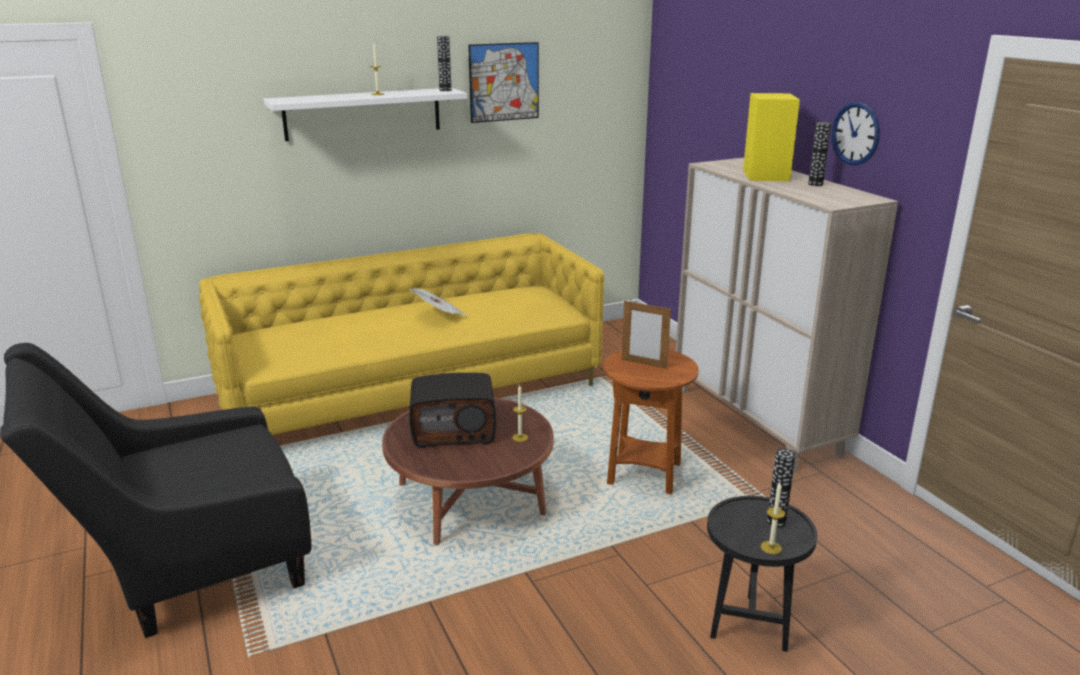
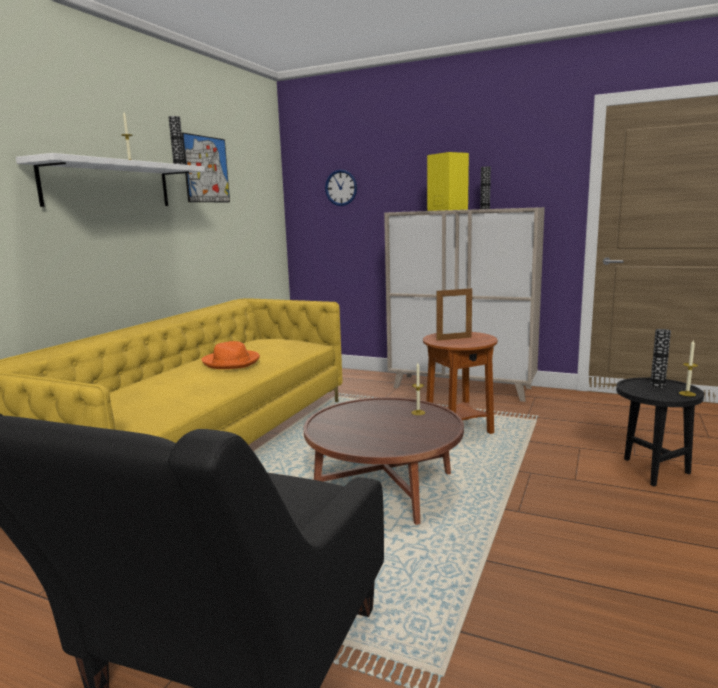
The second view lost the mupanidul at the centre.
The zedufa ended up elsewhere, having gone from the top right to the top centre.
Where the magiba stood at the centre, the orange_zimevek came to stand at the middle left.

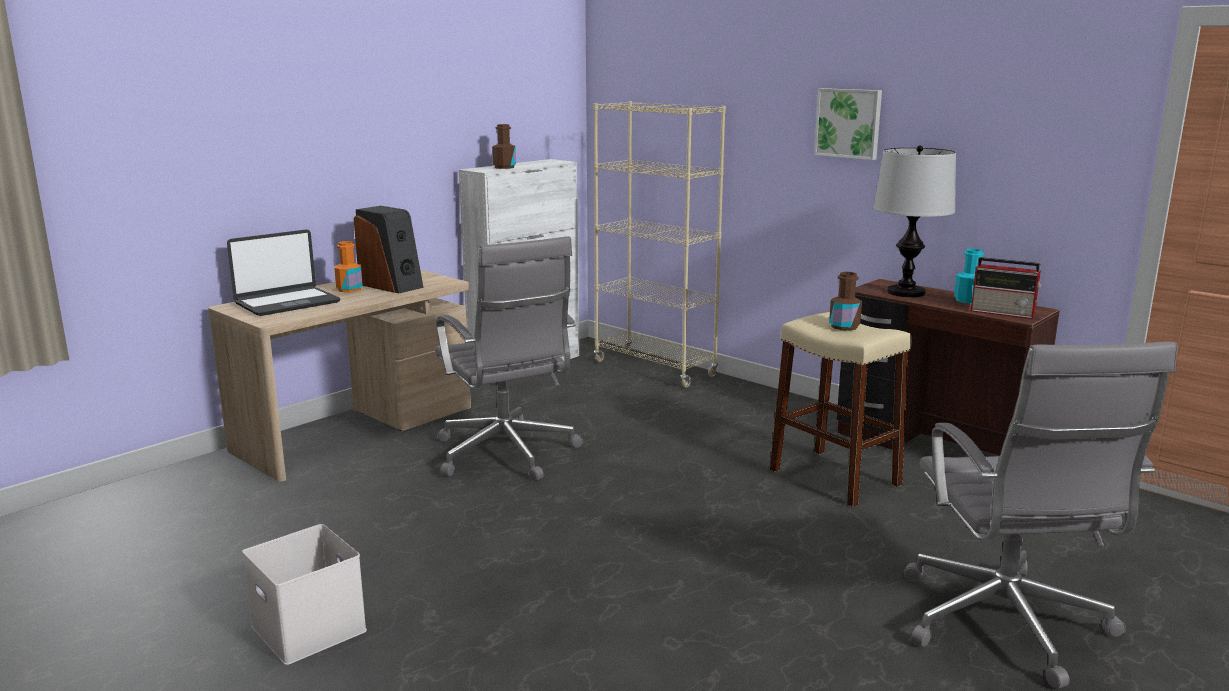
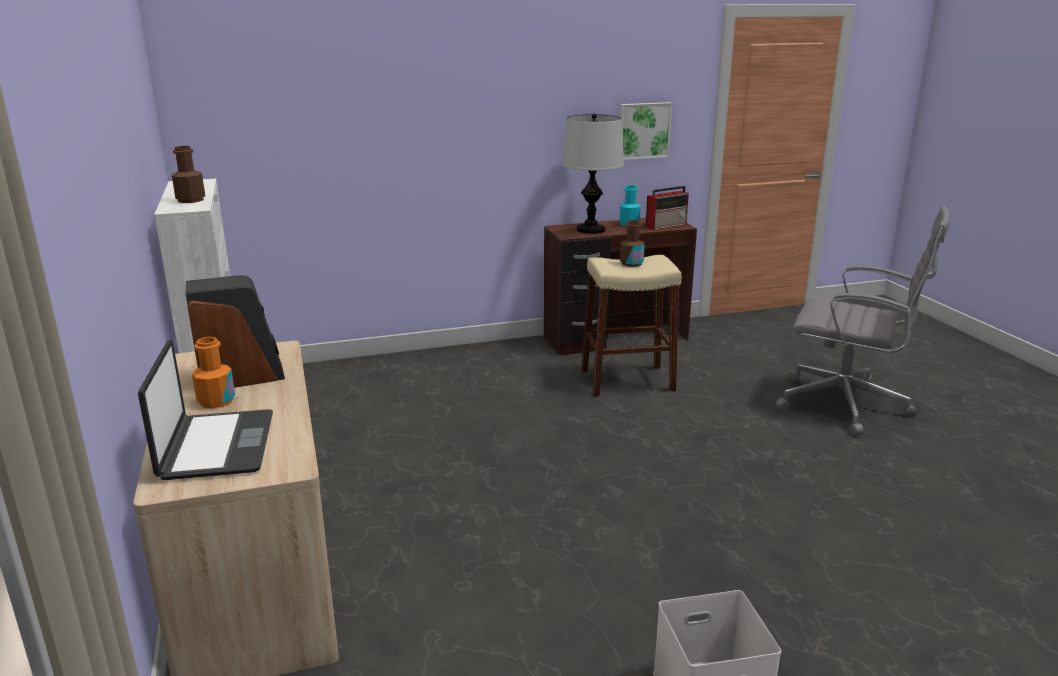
The second view lost the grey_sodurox (1st from left) at the centre.
The second view lost the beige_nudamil at the centre.
The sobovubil ended up elsewhere, having gone from the top right to the top centre.

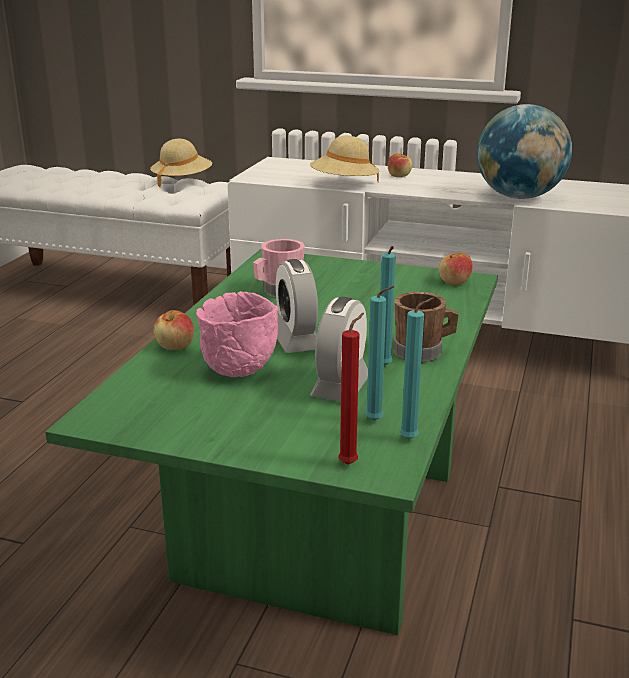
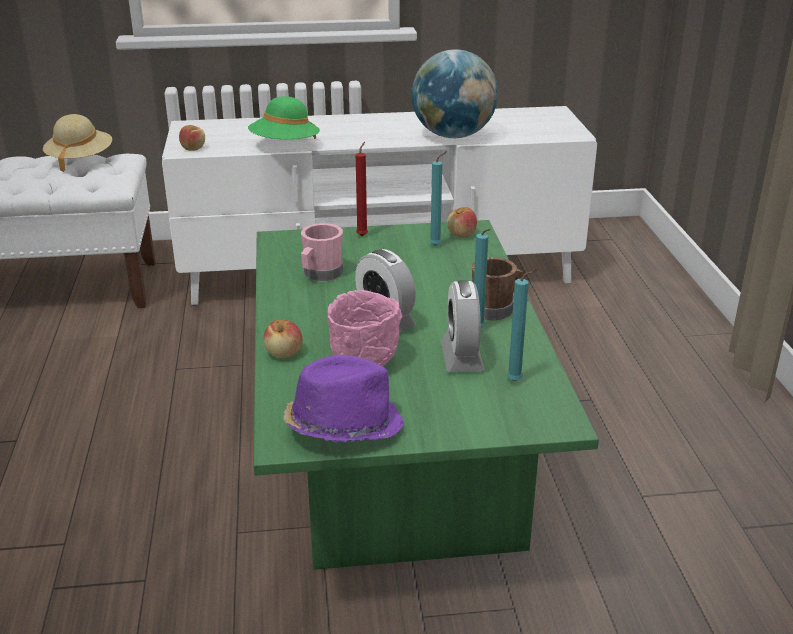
The second view gained the purple_zimevek at the centre.
The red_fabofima ended up elsewhere, having gone from the centre to the top centre.
The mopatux (2nd from left in the first image) ended up elsewhere, having gone from the top centre to the top left.
The turquoise_fabofima (3rd from left in the first image) ended up elsewhere, having gone from the centre to the top centre.
What was the beige_zimevek (2nd from left) at the top centre turned into the green_zimevek at the top centre.

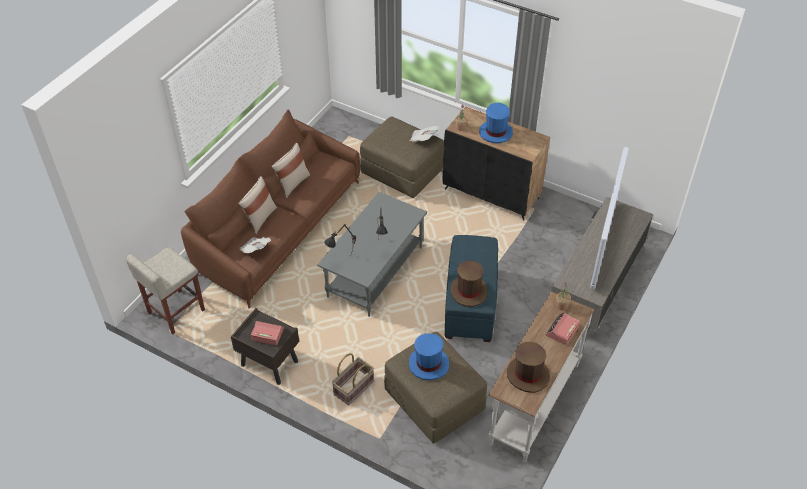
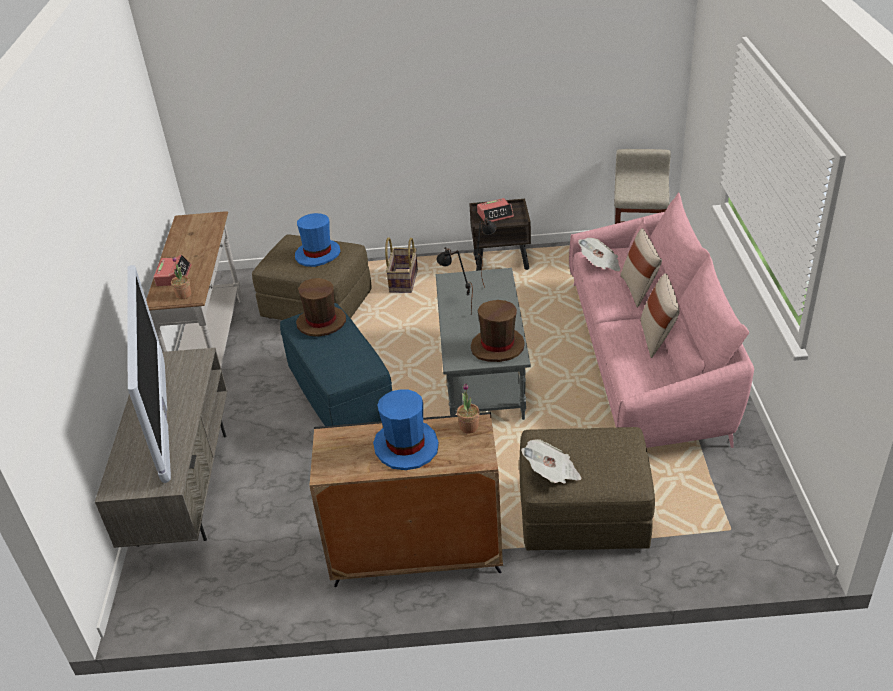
The brown_zimevek (2nd from left) ended up elsewhere, having gone from the bottom centre to the centre.
What was the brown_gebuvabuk at the centre turned into the pink_gebuvabuk at the middle right.

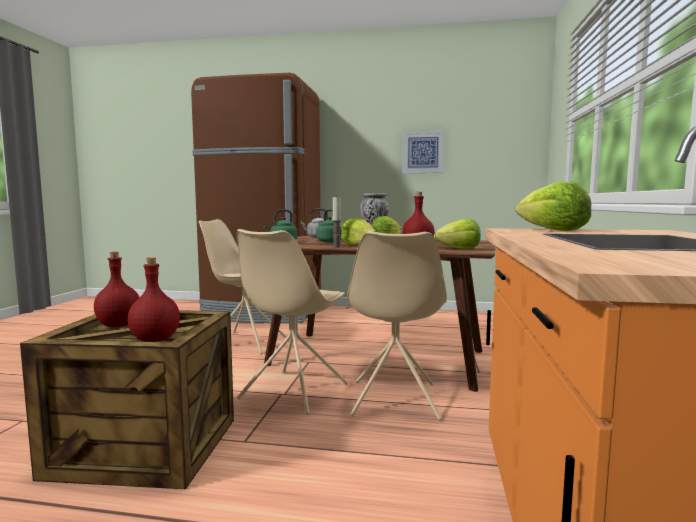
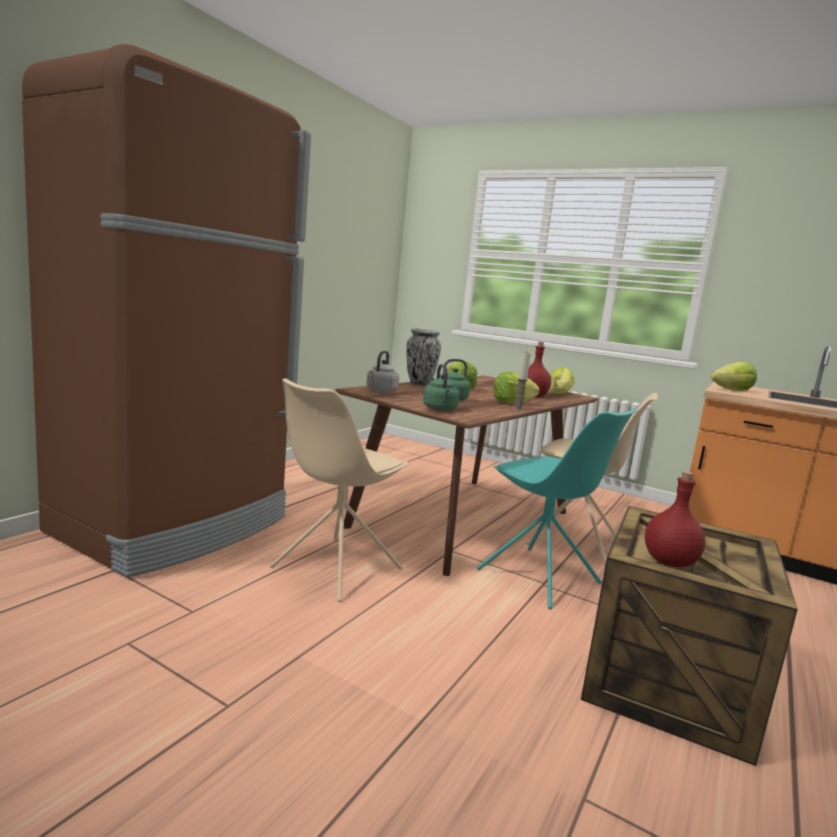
The second view lost the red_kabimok (2nd from left) at the middle left.
The second view lost the sobovubil at the top centre.
What was the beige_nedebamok (2nd from left) at the centre turned into the turquoise_nedebamok at the centre.

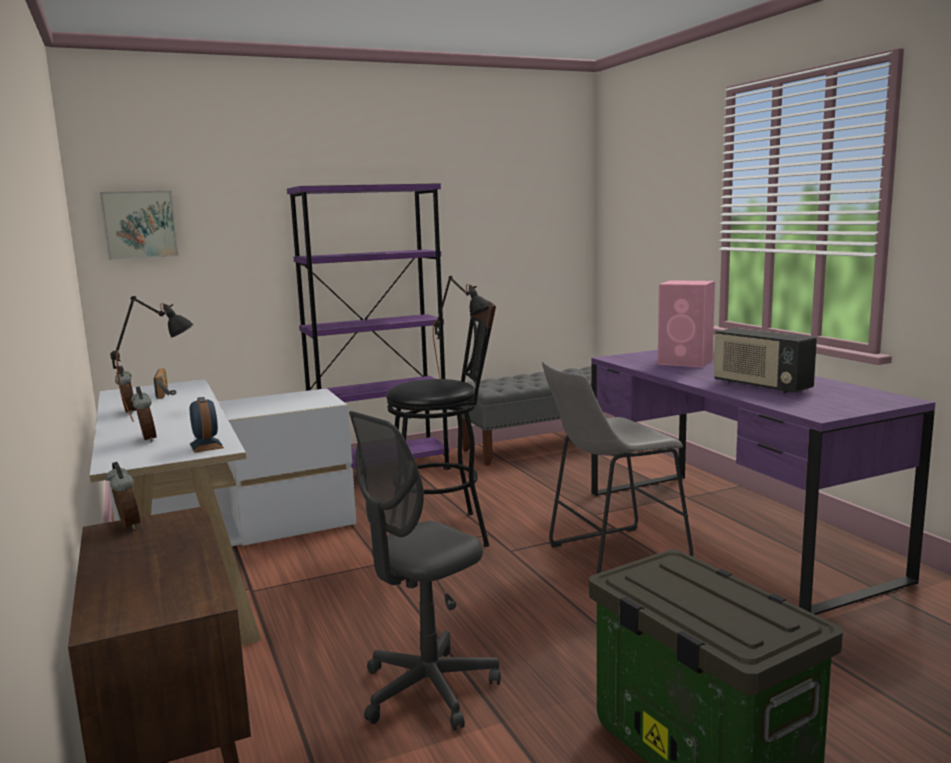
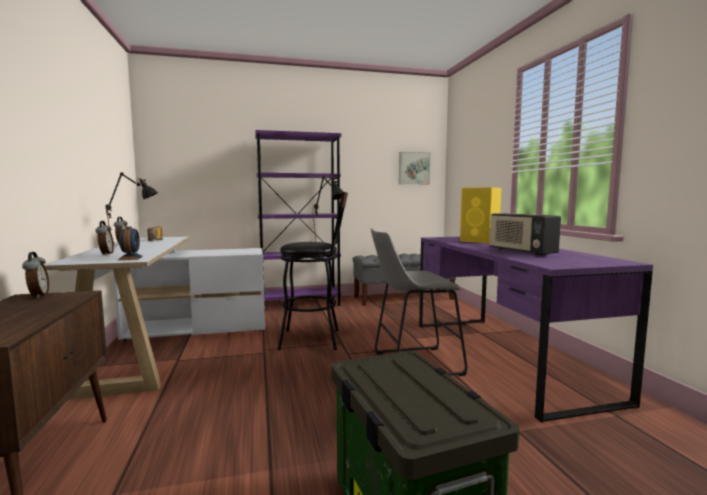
The second view lost the grey_sodurox at the bottom centre.
The sobovubil ended up elsewhere, having gone from the top left to the centre.
What was the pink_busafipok at the middle right turned into the yellow_busafipok at the middle right.

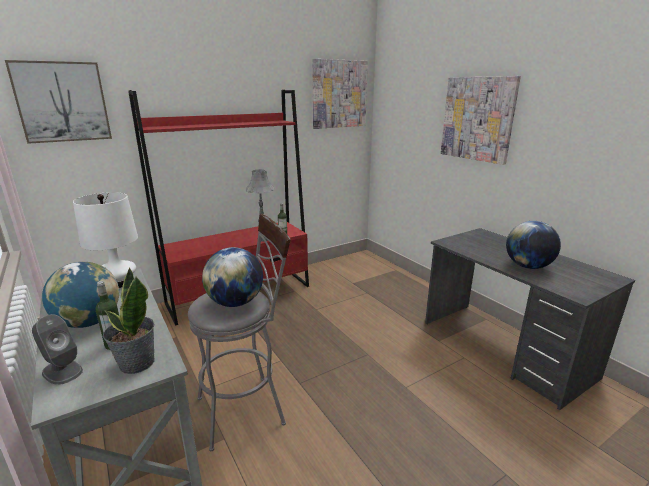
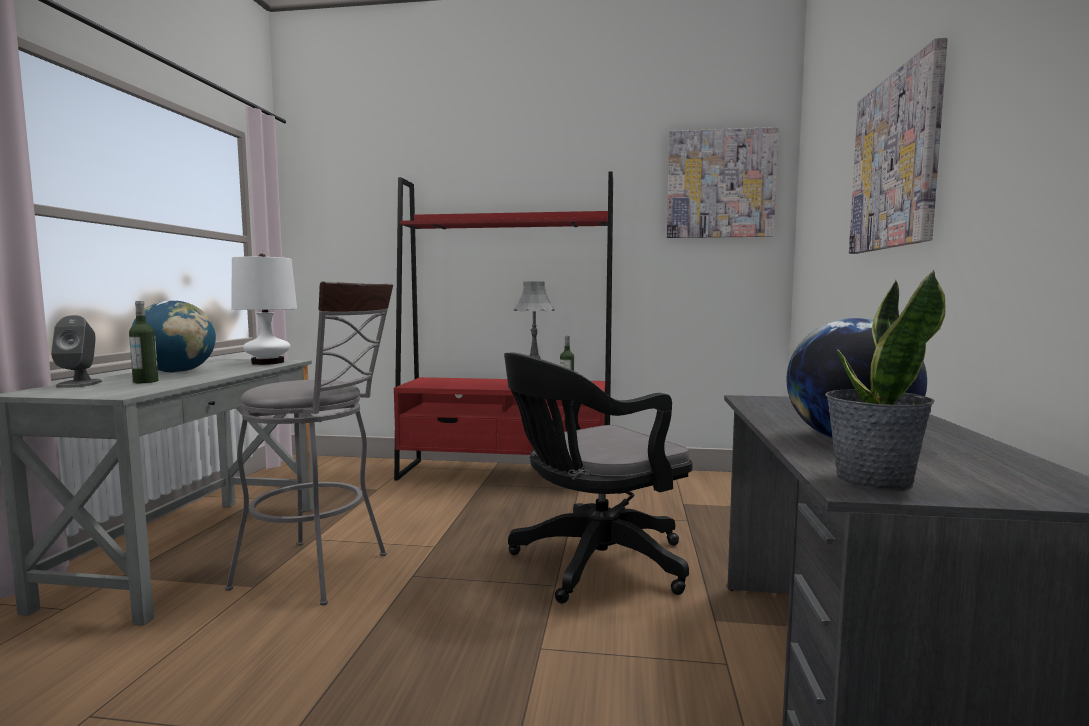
The second view lost the sobovubil (1st from left) at the top left.
The second view lost the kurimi (2nd from left) at the centre.
The second view gained the black_sodurox at the centre.
The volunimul ended up elsewhere, having gone from the middle left to the middle right.

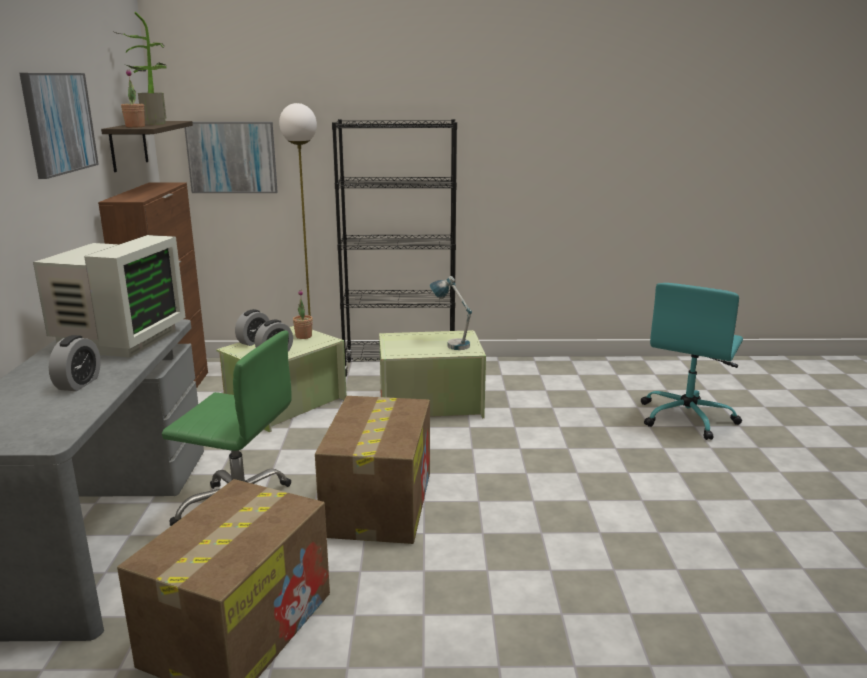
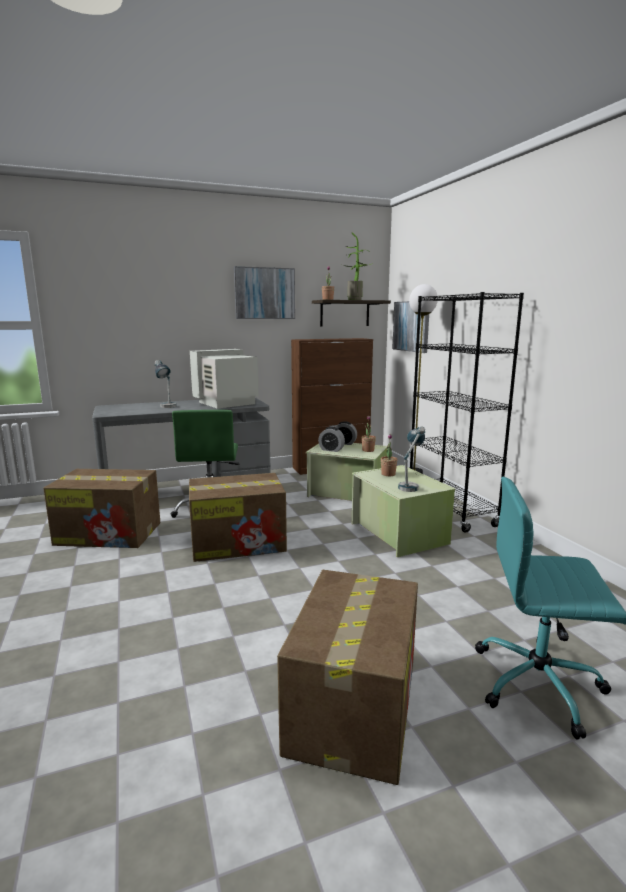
The second view gained the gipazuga (3rd from left) at the bottom centre.
The second view gained the volunimul (4th from left) at the centre.
Where the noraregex (1st from left) stood at the middle left, the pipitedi (1st from left) came to stand at the middle left.
The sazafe at the middle left ended up facing another way, 150 degrees clockwise from before.

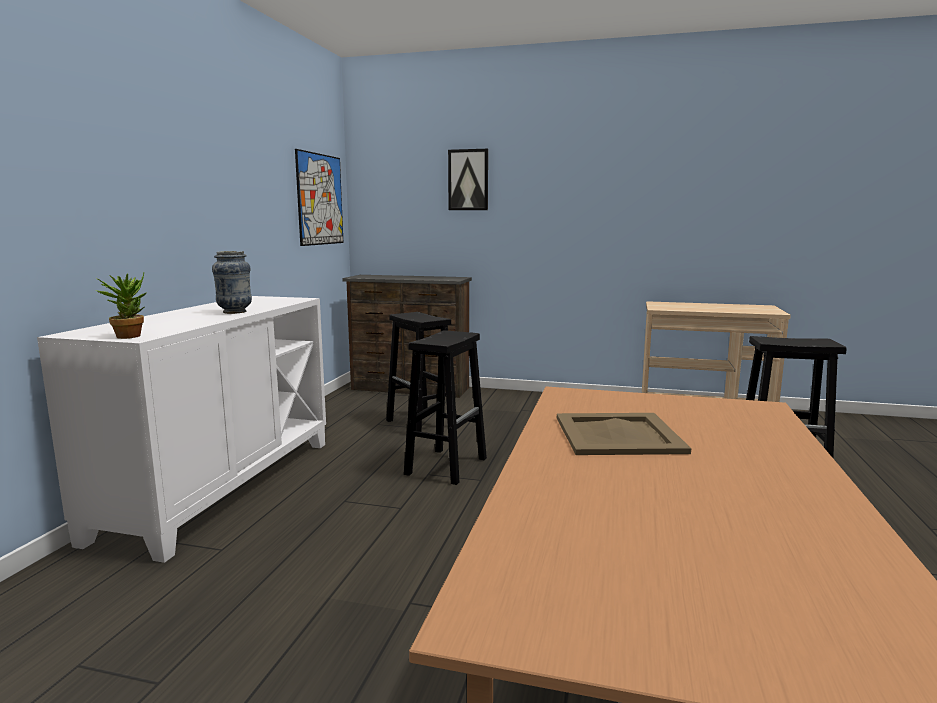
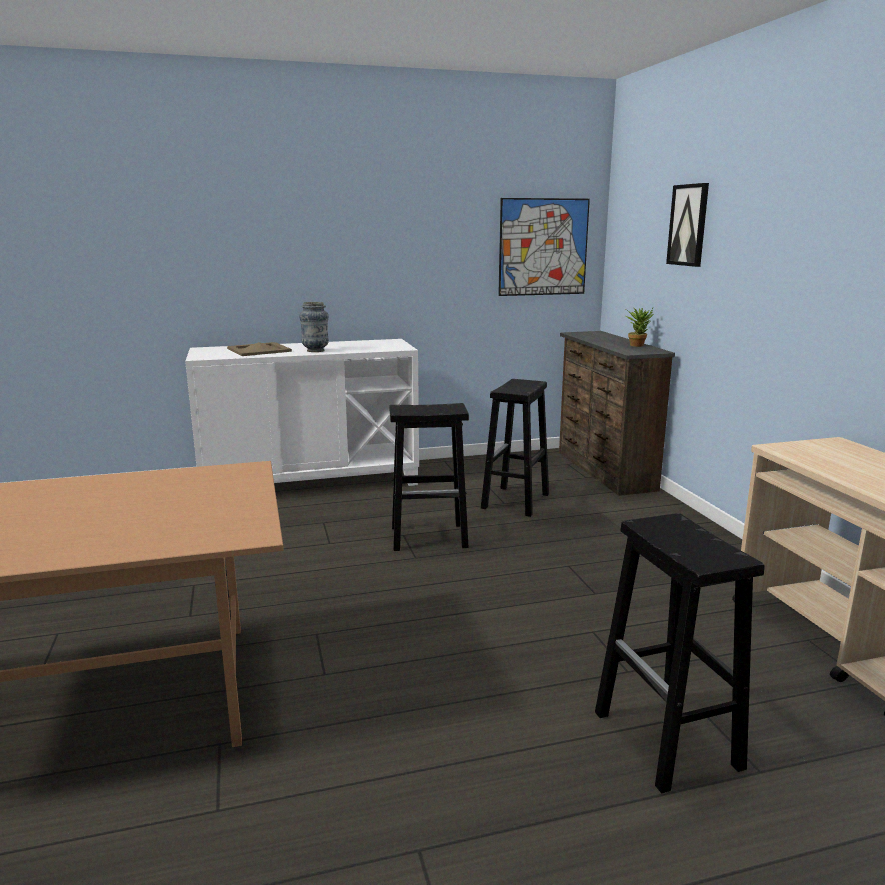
The volunimul ended up elsewhere, having gone from the middle left to the middle right.
The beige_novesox ended up elsewhere, having gone from the centre to the middle left.

